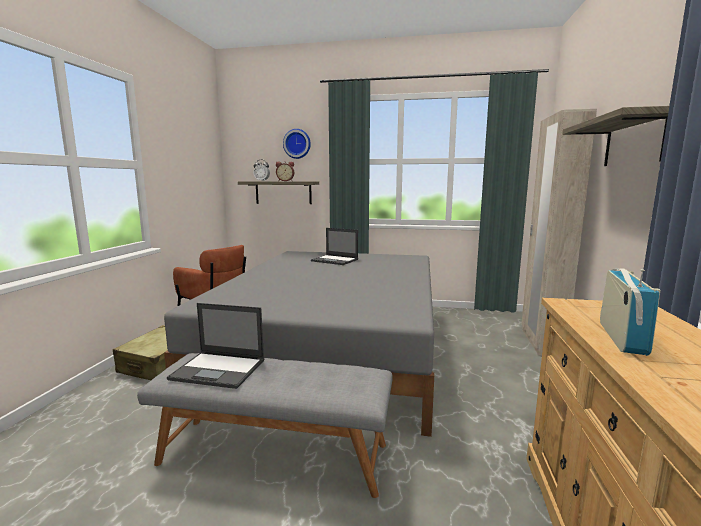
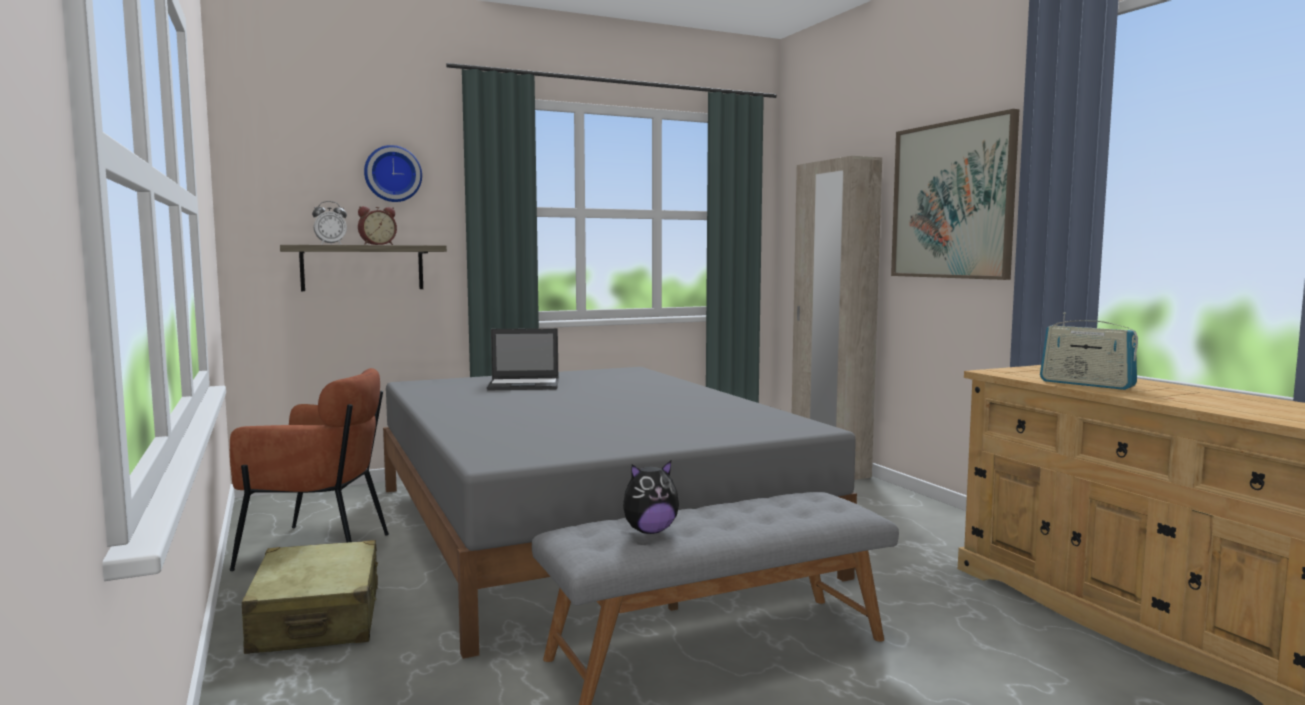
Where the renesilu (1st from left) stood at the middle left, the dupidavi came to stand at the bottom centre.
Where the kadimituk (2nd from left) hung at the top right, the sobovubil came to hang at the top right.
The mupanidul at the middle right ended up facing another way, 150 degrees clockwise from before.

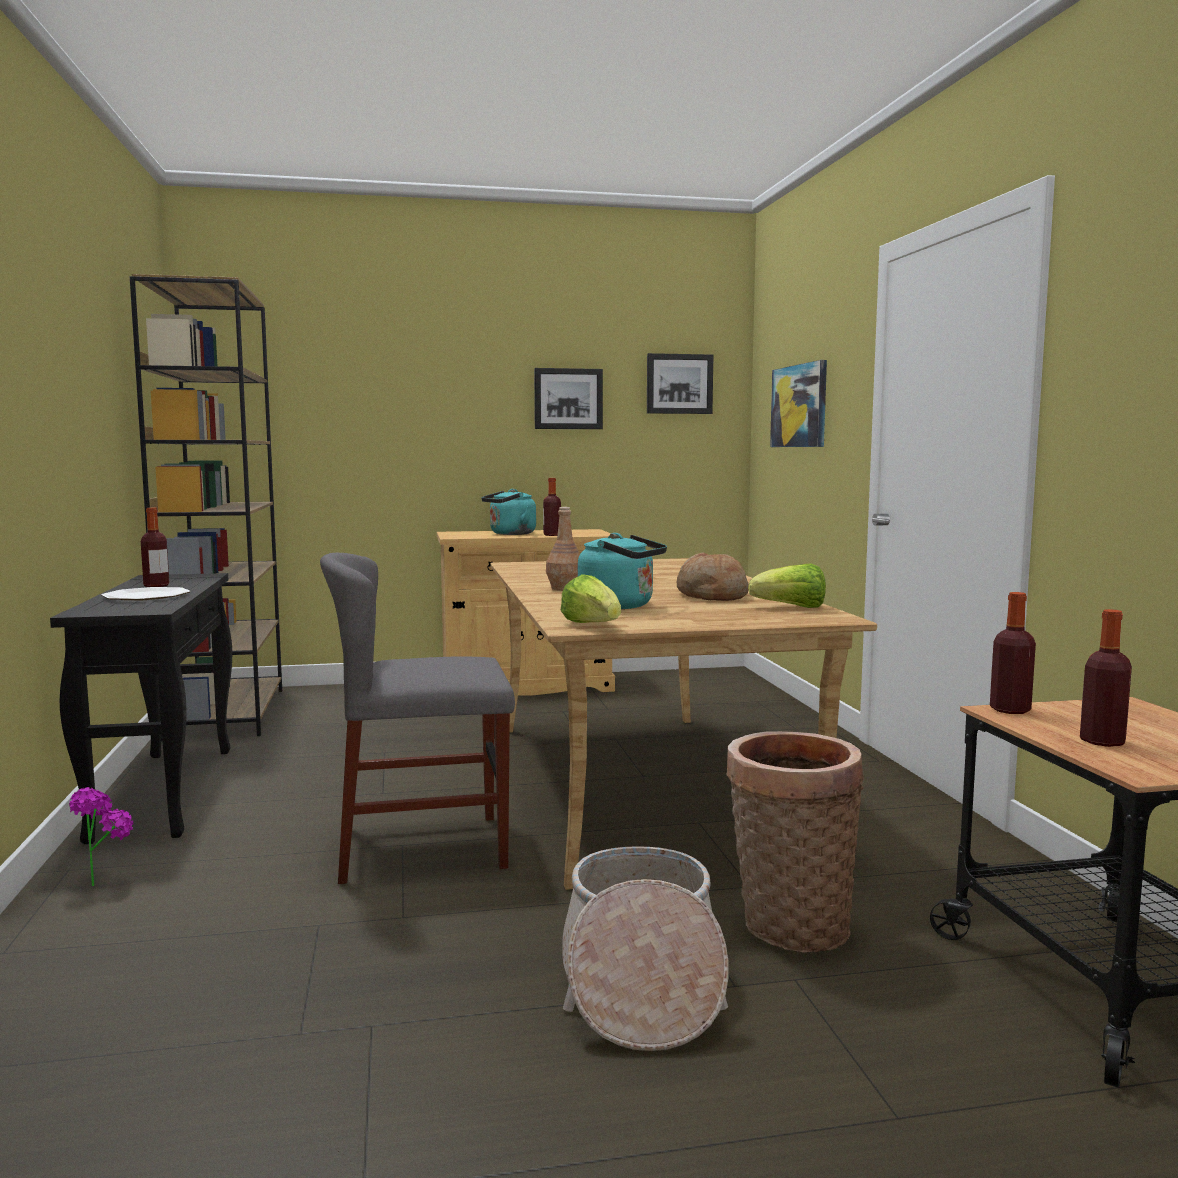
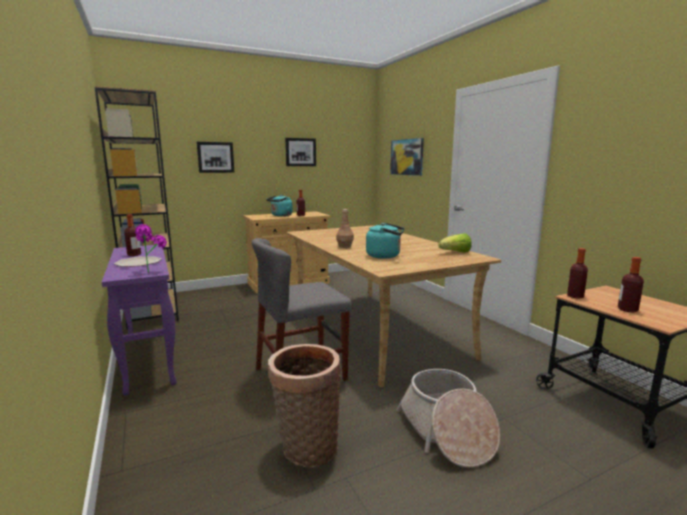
The second view lost the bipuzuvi (1st from left) at the centre.
The second view lost the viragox at the centre.
The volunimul ended up elsewhere, having gone from the bottom left to the middle left.
The sobovubil (2nd from left in the first image) ended up elsewhere, having gone from the top centre to the top left.
The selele (2nd from left in the first image) ended up elsewhere, having gone from the bottom right to the bottom centre.
What was the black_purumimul at the middle left turned into the purple_purumimul at the middle left.

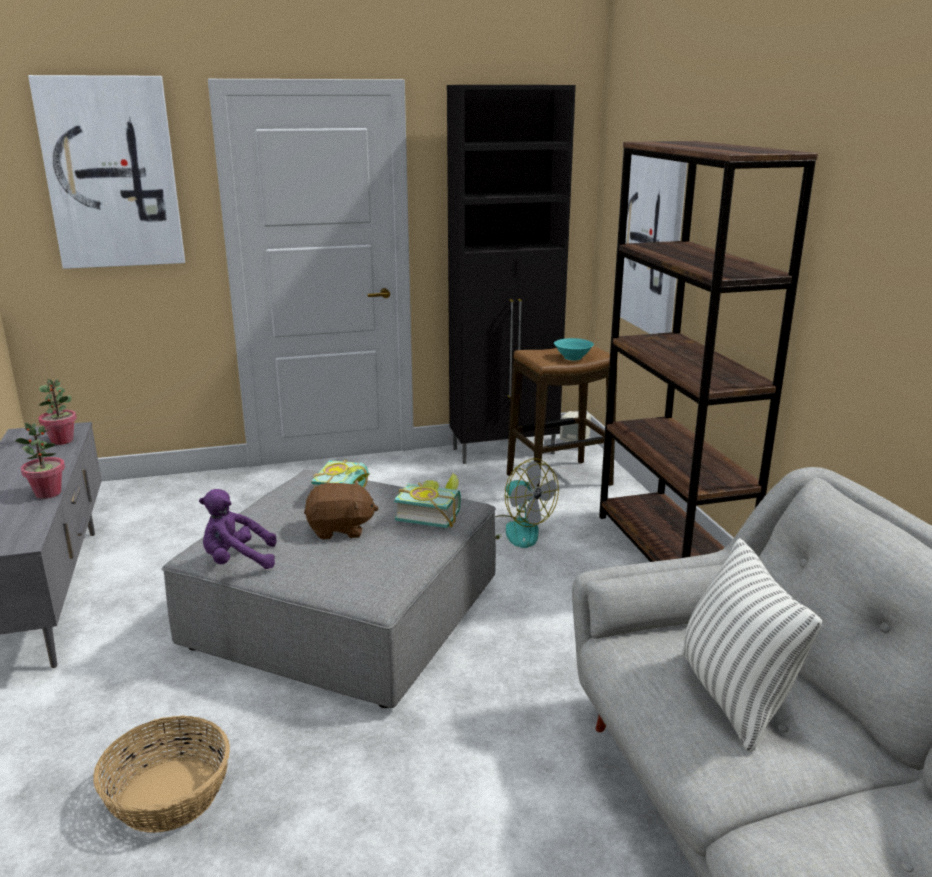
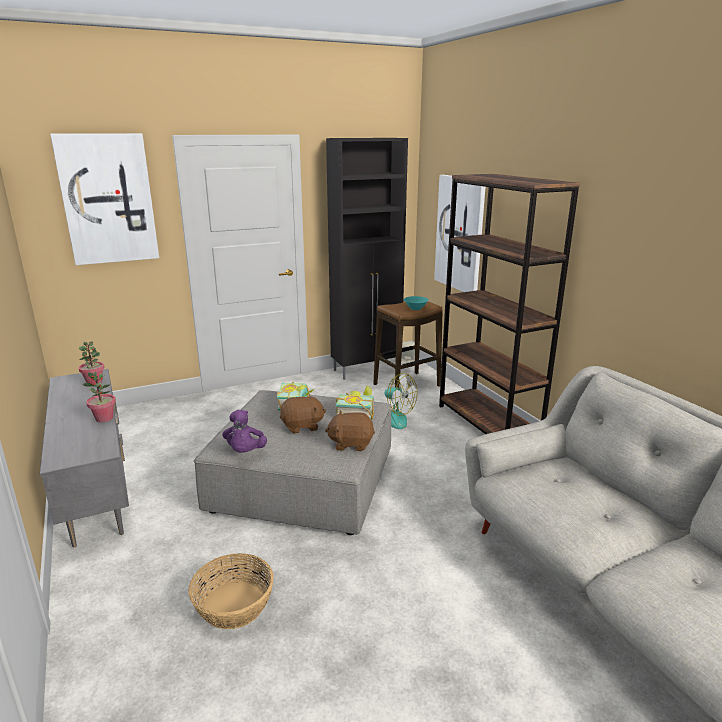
The second view lost the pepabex at the bottom right.
The second view gained the brown_dupidavi (2nd from left) at the centre.
The purple_dupidavi at the middle left ended up facing another way, 75 degrees counterclockwise from before.

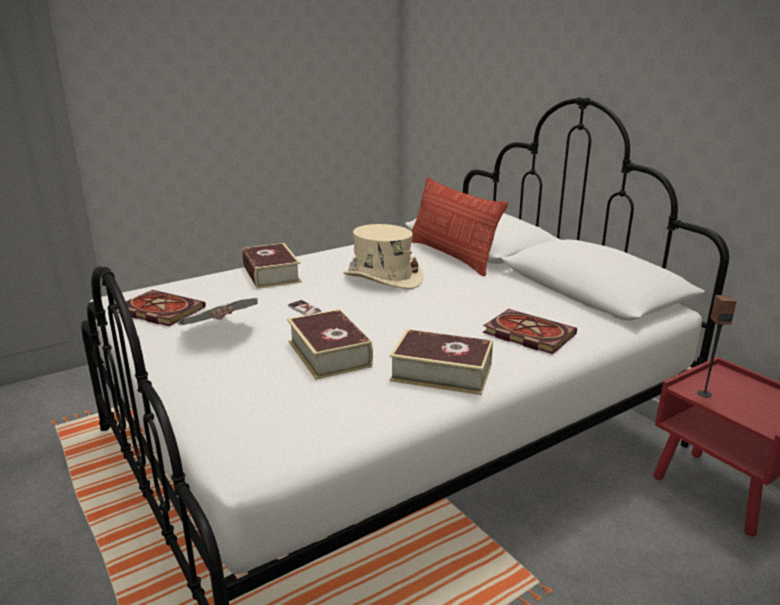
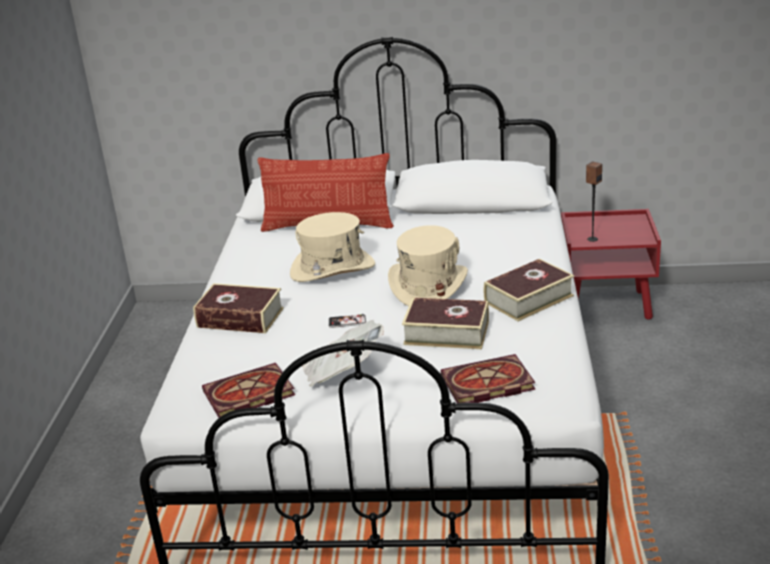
The second view gained the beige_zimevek (2nd from left) at the centre.
The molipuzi (5th from left in the first image) ended up elsewhere, having gone from the middle right to the bottom centre.

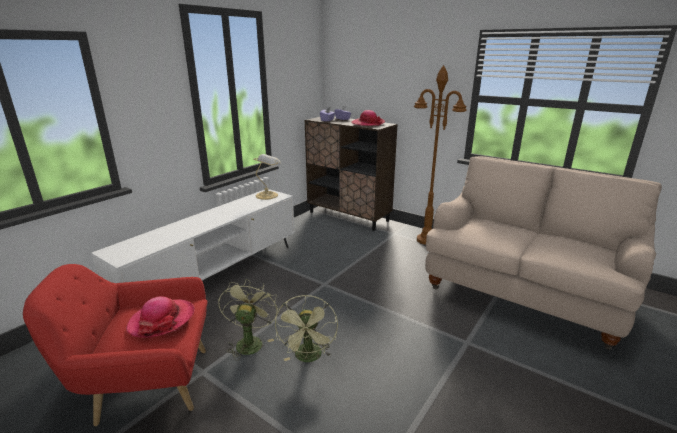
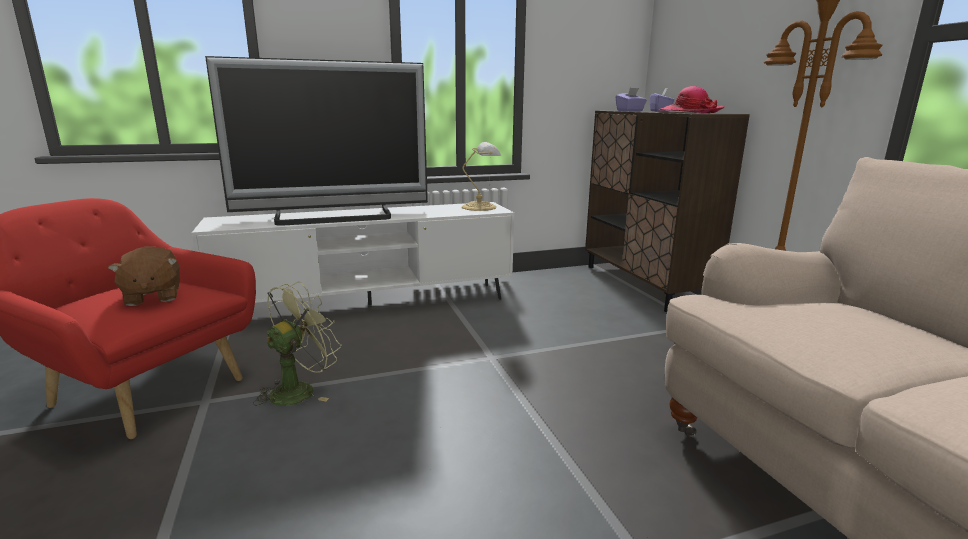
The second view lost the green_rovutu (2nd from left) at the bottom centre.
The second view gained the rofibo at the top left.
Where the zimevek (1st from left) stood at the bottom left, the brown_dupidavi came to stand at the middle left.

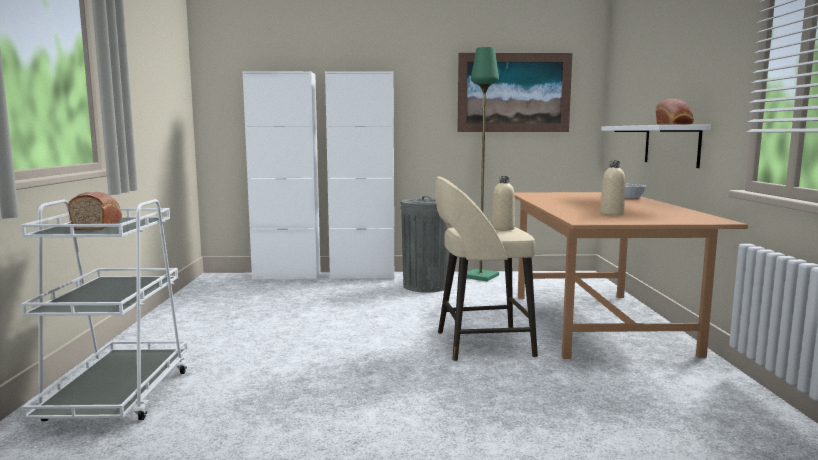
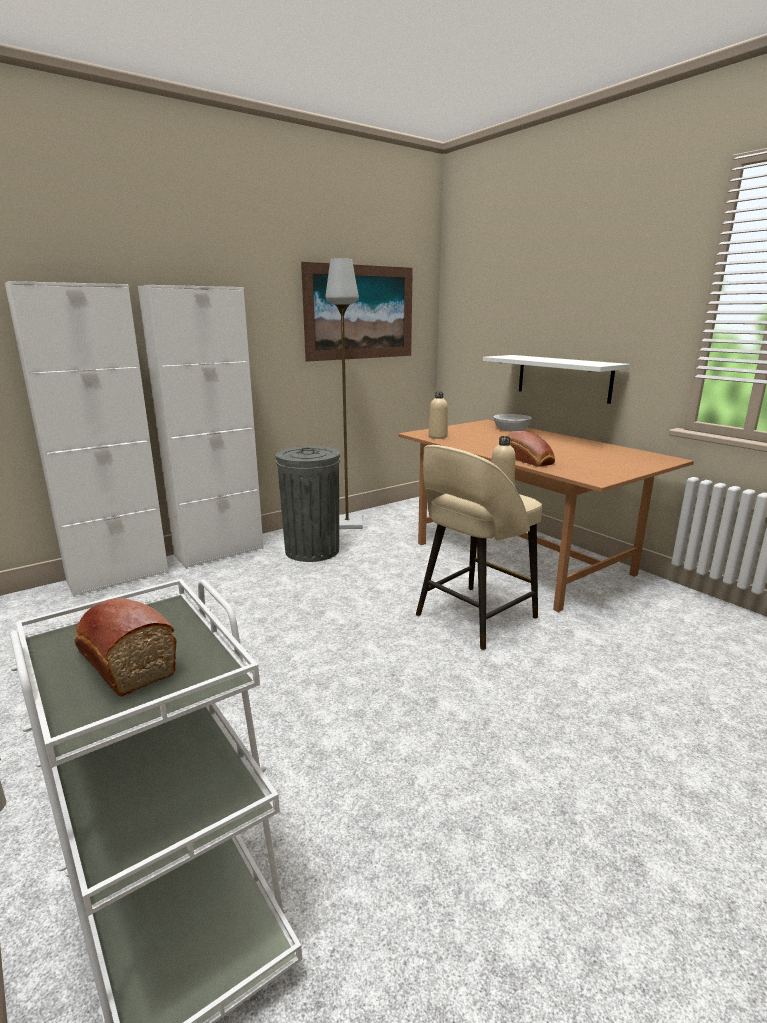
The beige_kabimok (2nd from left in the first image) ended up elsewhere, having gone from the middle right to the centre.
The viragox (2nd from left) ended up elsewhere, having gone from the top right to the middle right.
What was the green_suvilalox at the centre turned into the grey_suvilalox at the centre.

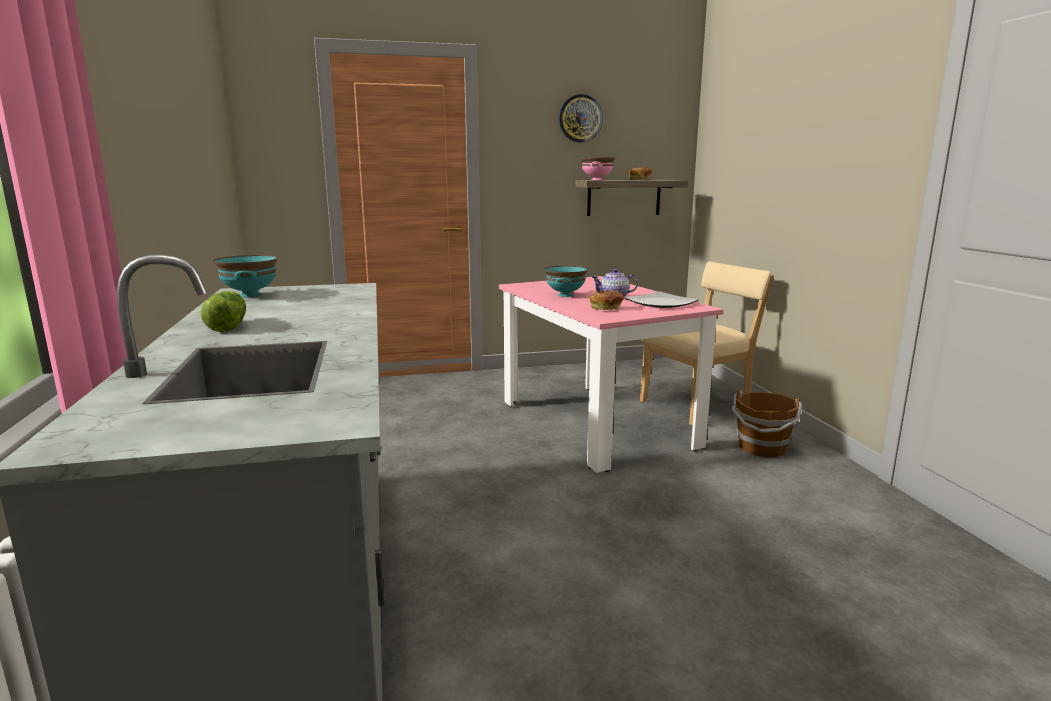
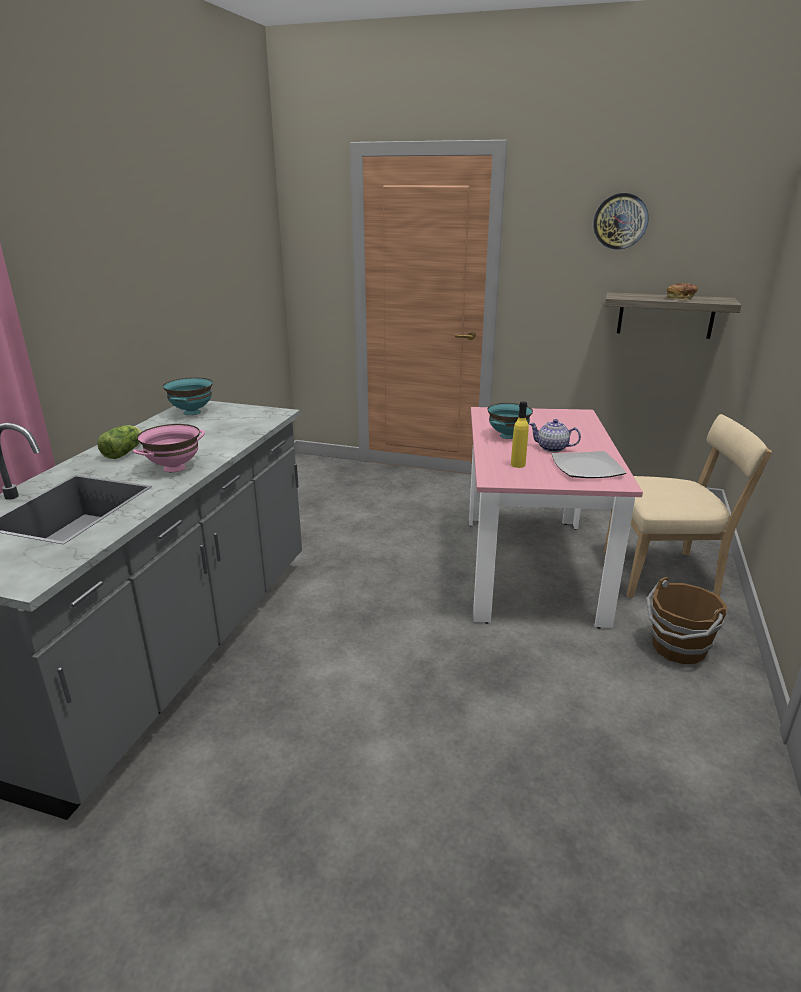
The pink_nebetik ended up elsewhere, having gone from the top centre to the middle left.
Where the viragox (1st from left) stood at the centre, the yellow_kabimok came to stand at the centre.

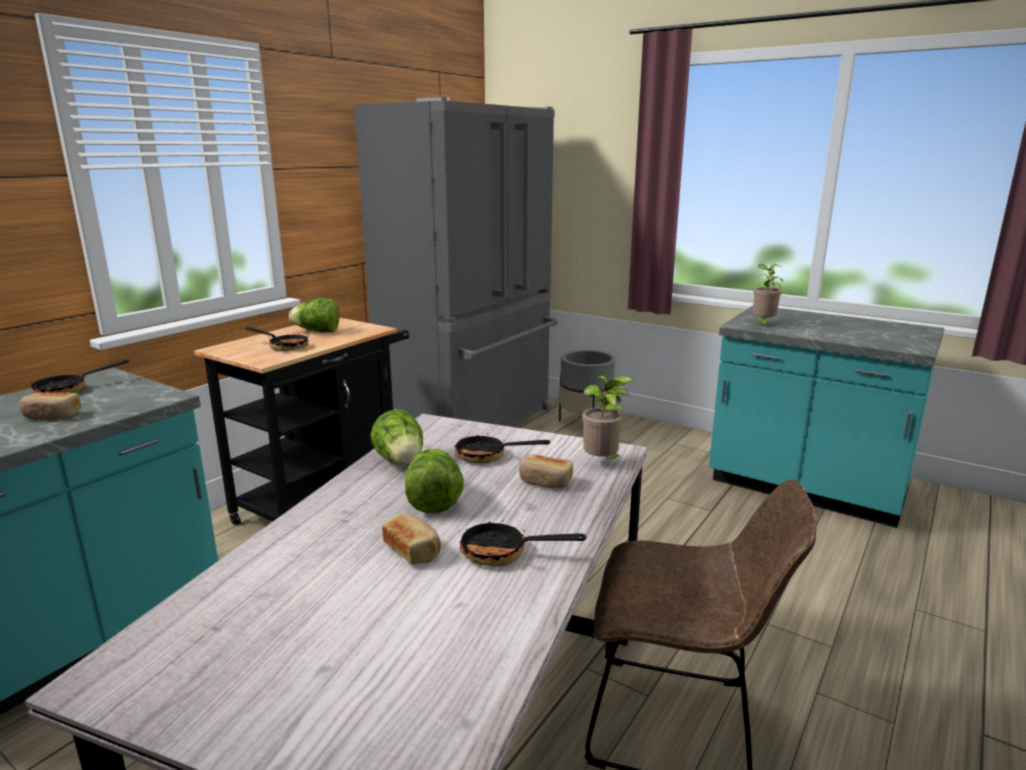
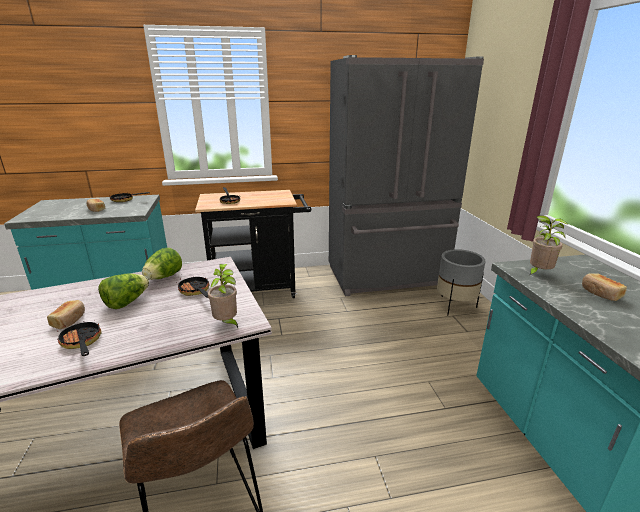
The second view lost the bipuzuvi (1st from left) at the middle left.
The viragox (3rd from left) ended up elsewhere, having gone from the centre to the middle right.

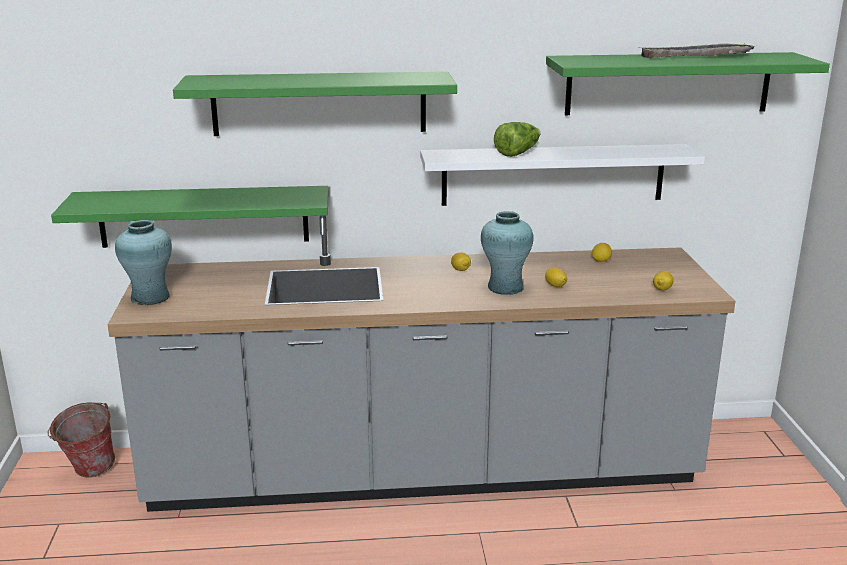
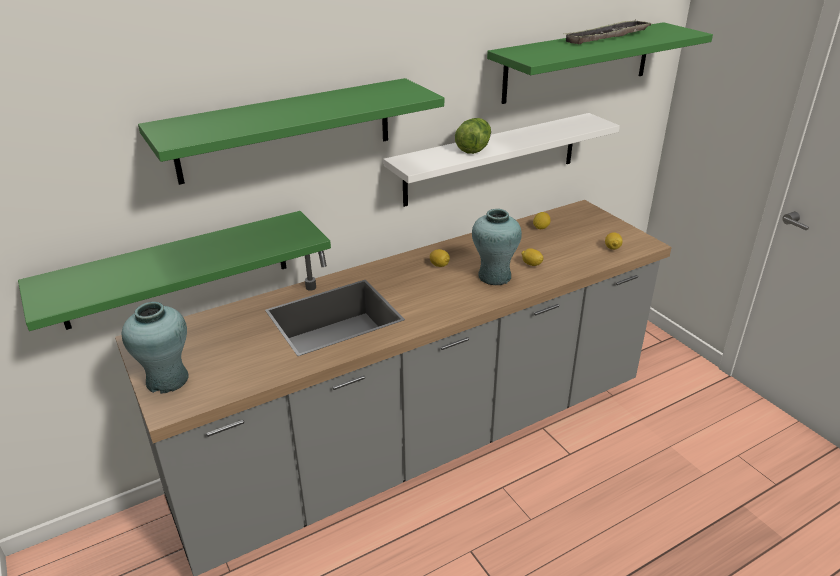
The second view lost the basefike at the bottom left.

